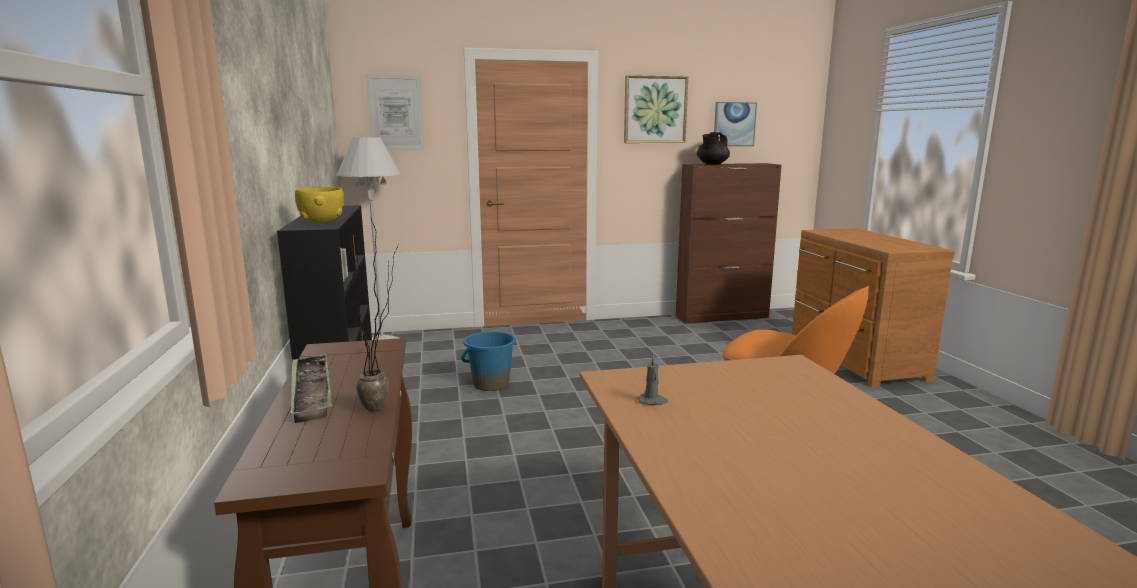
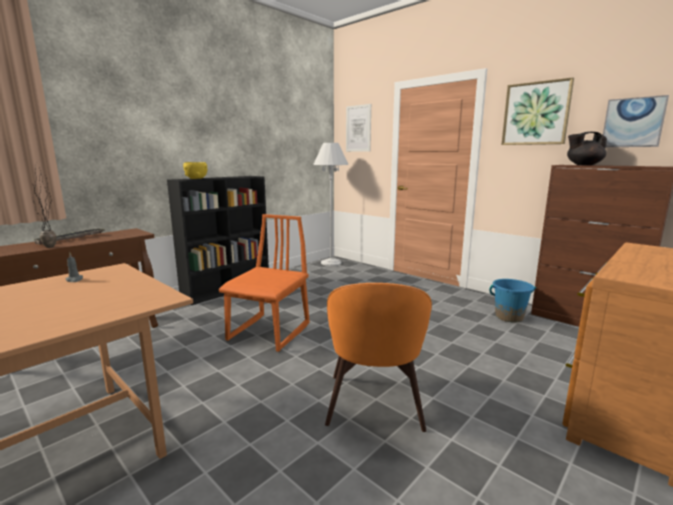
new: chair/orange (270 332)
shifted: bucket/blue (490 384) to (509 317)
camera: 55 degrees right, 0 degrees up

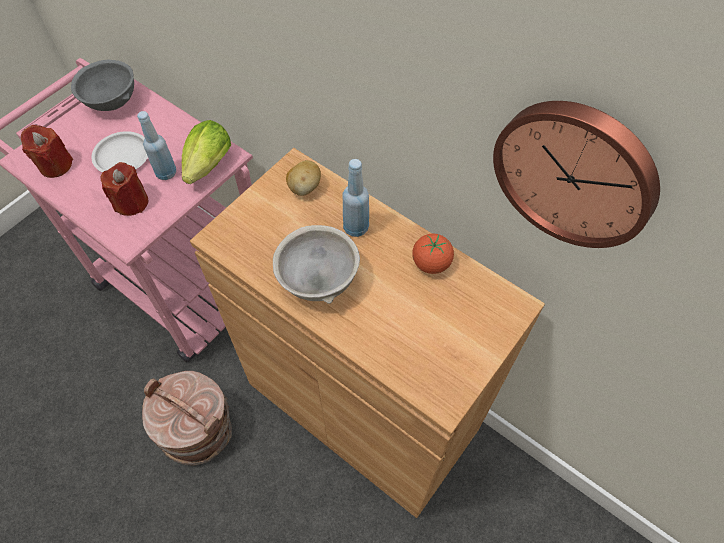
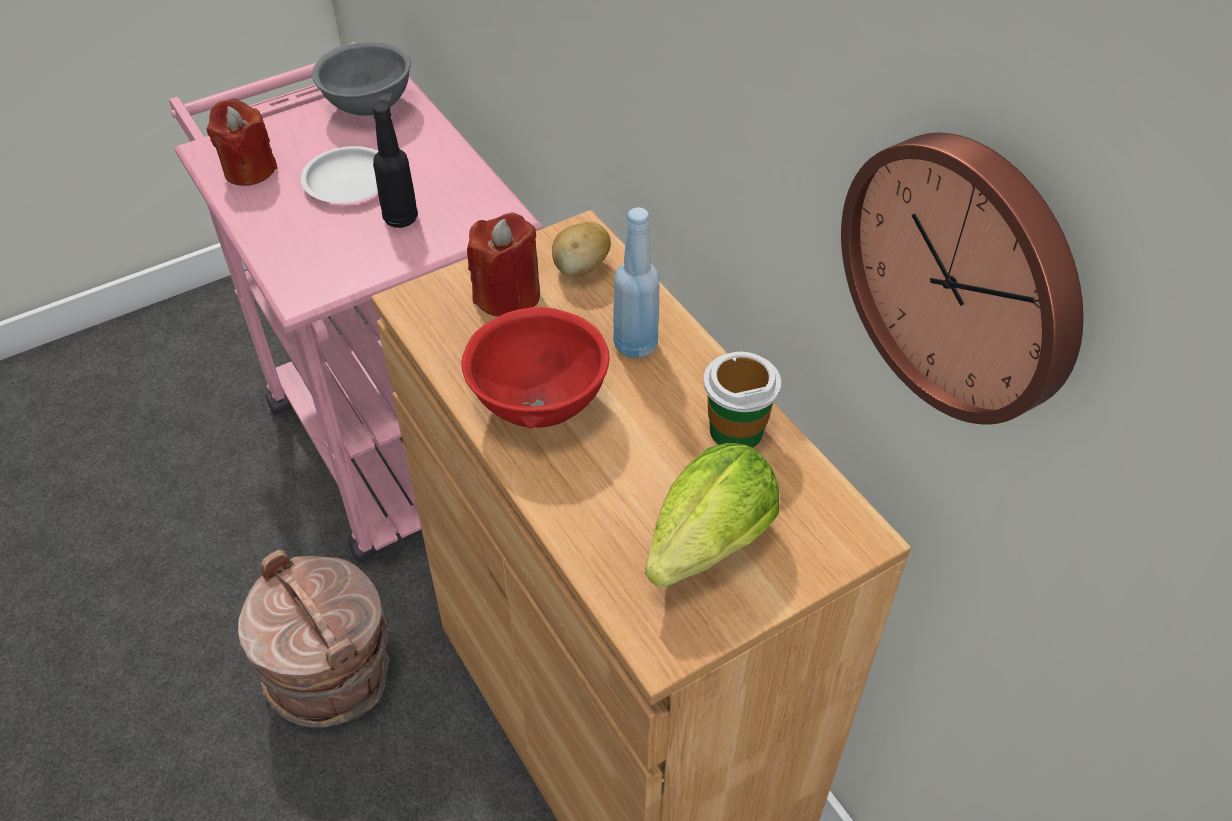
shifted: candle/red (131 202) to (508 296); lettuce (207 168) to (703 551)
swapped: tomato (431 263) to cup (736 430)
repainted: bottle/blue (166 173) to bottle/black (401 218); bowl/grey (317 281) to bowl/red (537 404)
camera: 20 degrees right, 10 degrees down

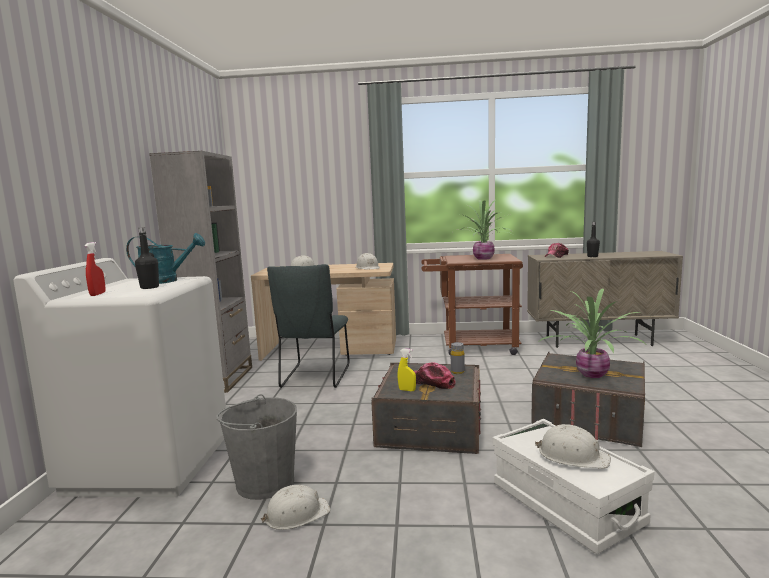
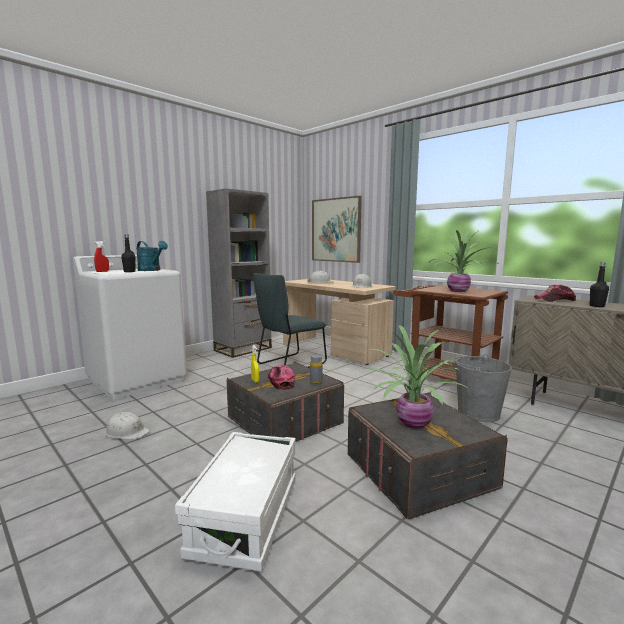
gone: hard hat/white (572 456)
new: picture (336 230)
shifted: bucket/grey (264 482) to (478 413)
camera: 40 degrees right, 0 degrees up

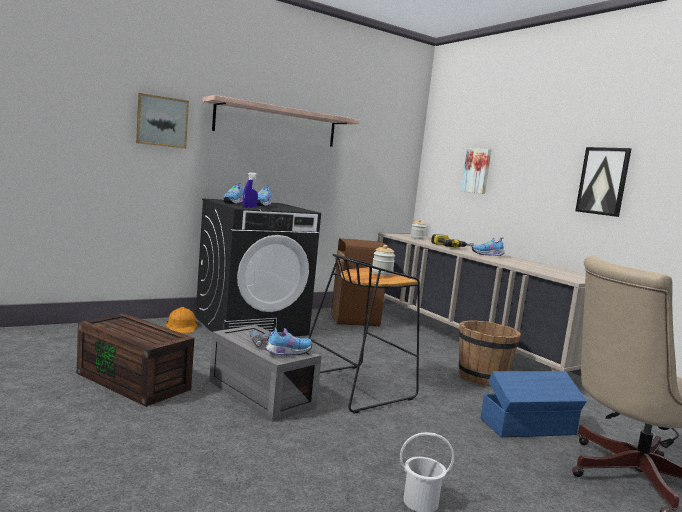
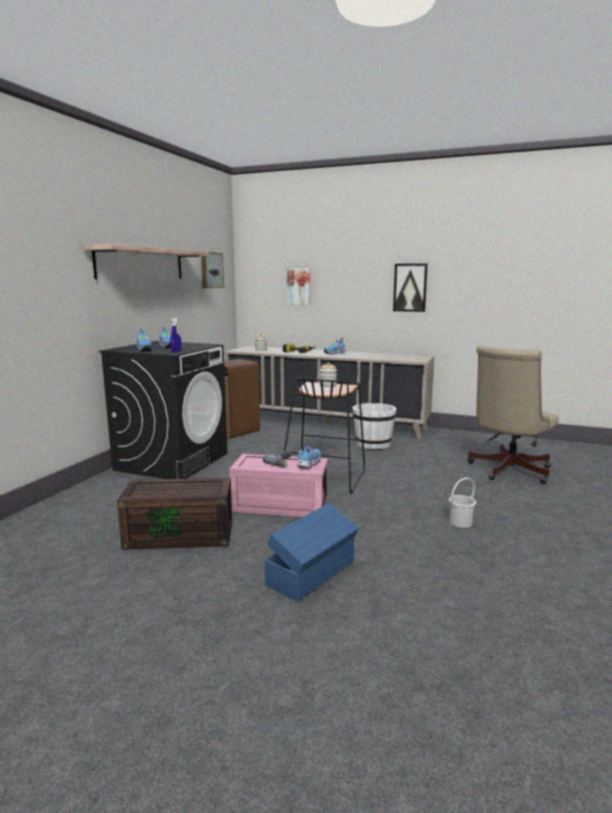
gone: hard hat/orange (182 326)
shifted: picture (162 121) to (211 270); storage box/blue (529 427) to (312 573)
repainted: storage box/grey (258 393) to storage box/pink (278 505); bucket/brown (482 378) to bucket/white (373 444)
camera: 35 degrees left, 5 degrees up

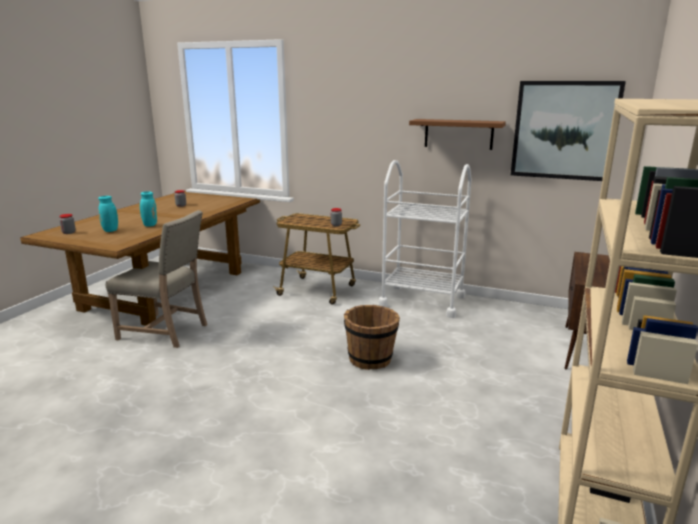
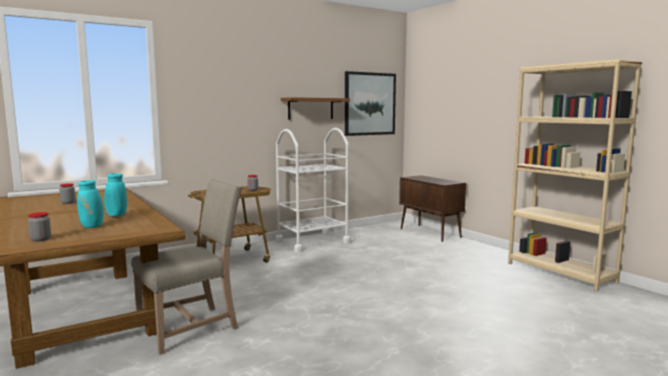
gone: bucket/brown (370 359)
camera: 55 degrees left, 10 degrees down

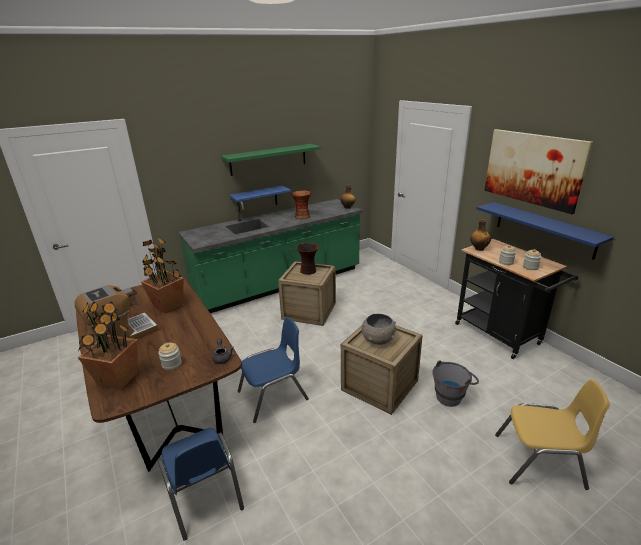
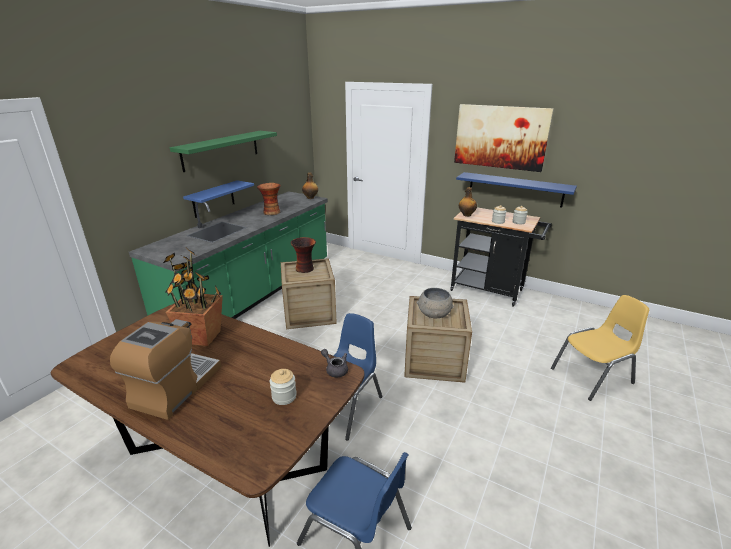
gone: potted plant (118 378); bucket/grey (451 395)
camera: 30 degrees left, 0 degrees up

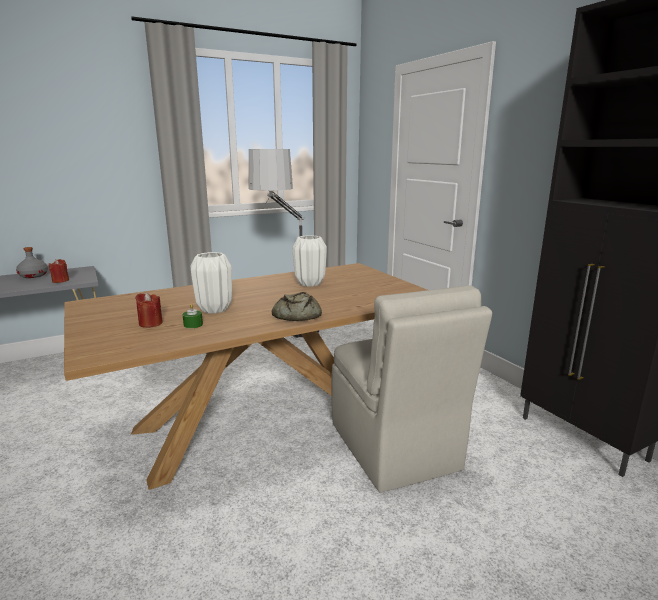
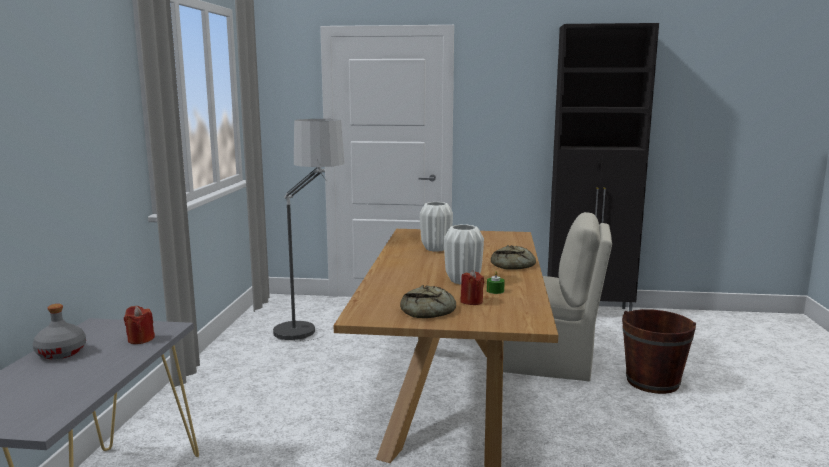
new: bread (429 311); bucket/brown (652 382)
camera: 55 degrees left, 5 degrees down

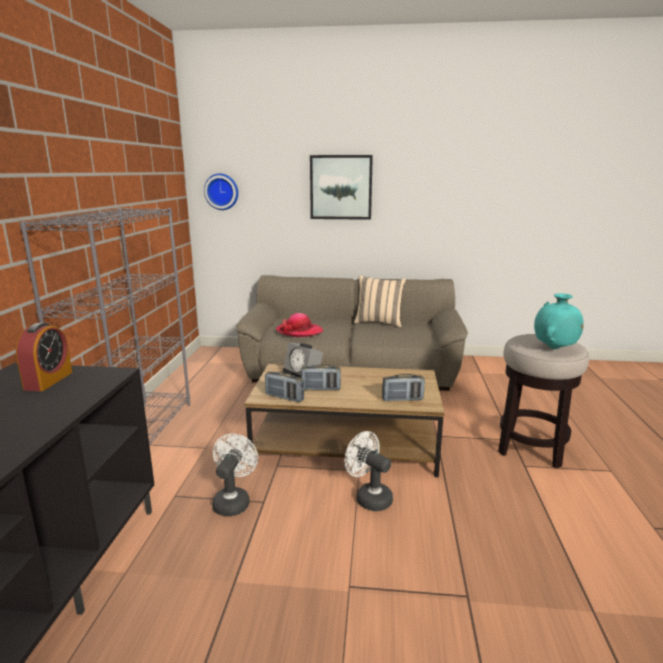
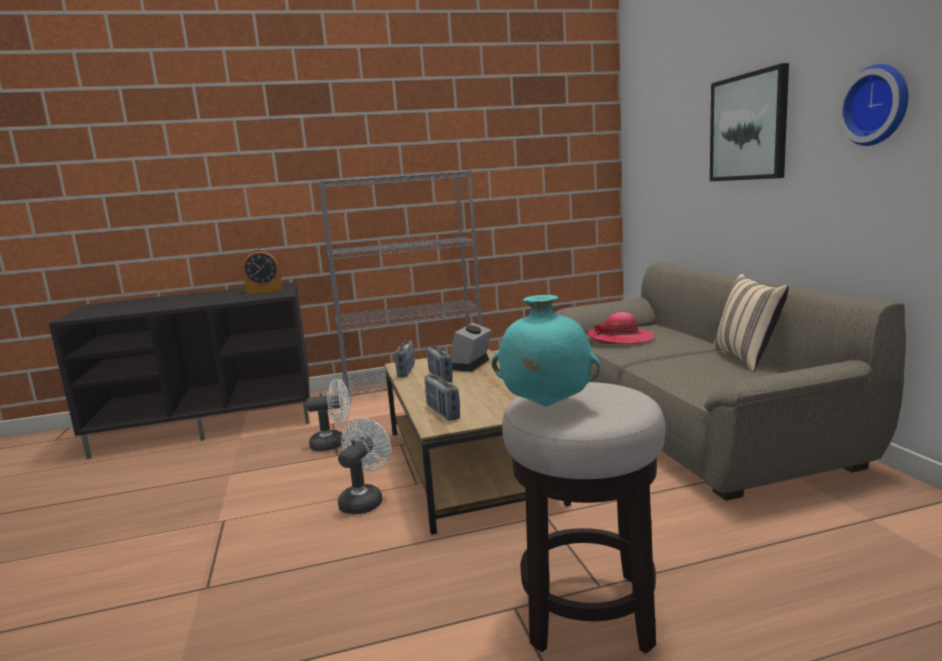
shifted: wall clock (222 191) to (877 105)
camera: 70 degrees right, 5 degrees down

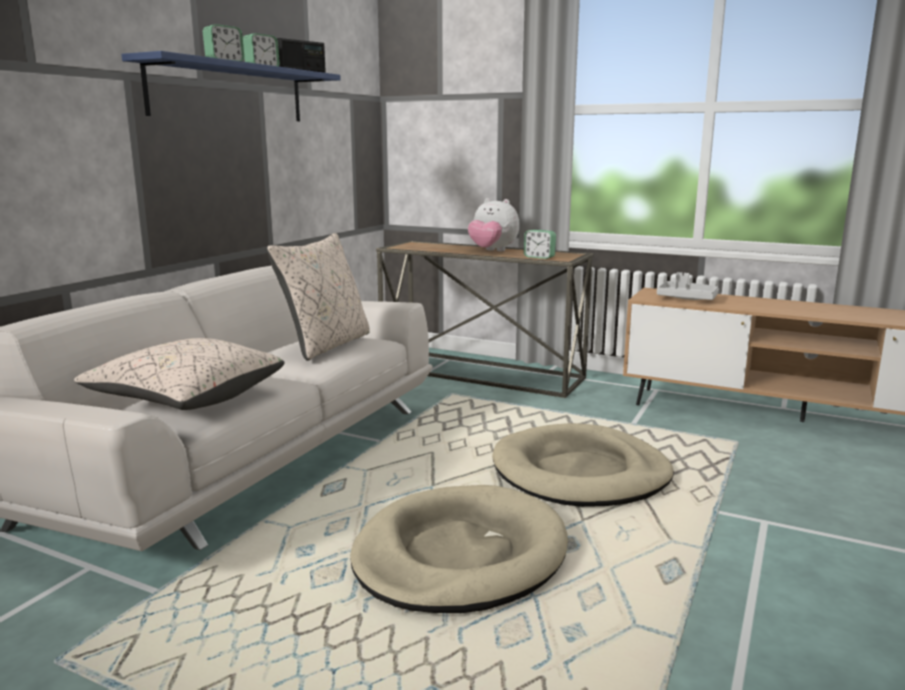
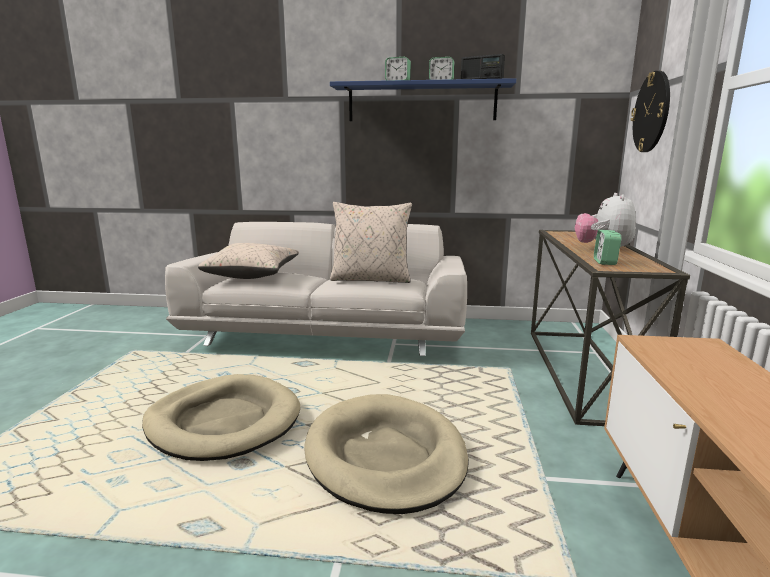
gone: tray/grey (687 298)
new: wall clock (651 112)
camera: 70 degrees right, 0 degrees up

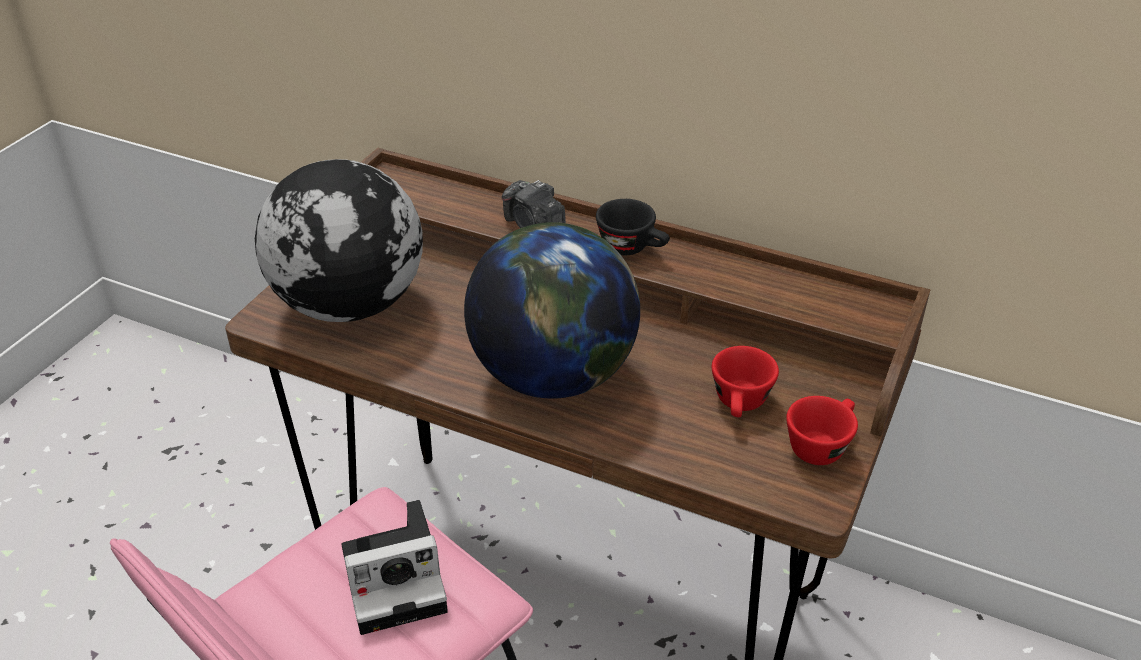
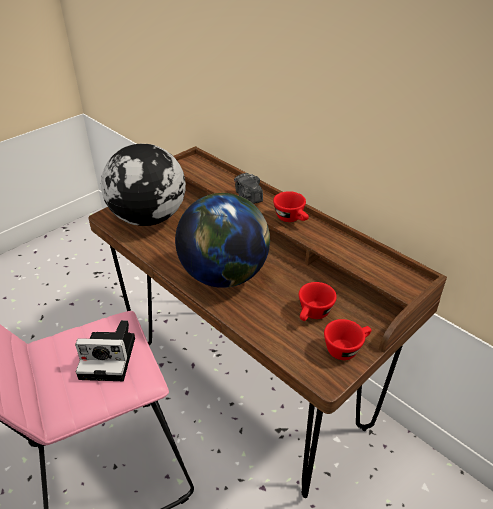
repainted: cup/black (633 248) to cup/red (292 219)
camera: 20 degrees right, 0 degrees up

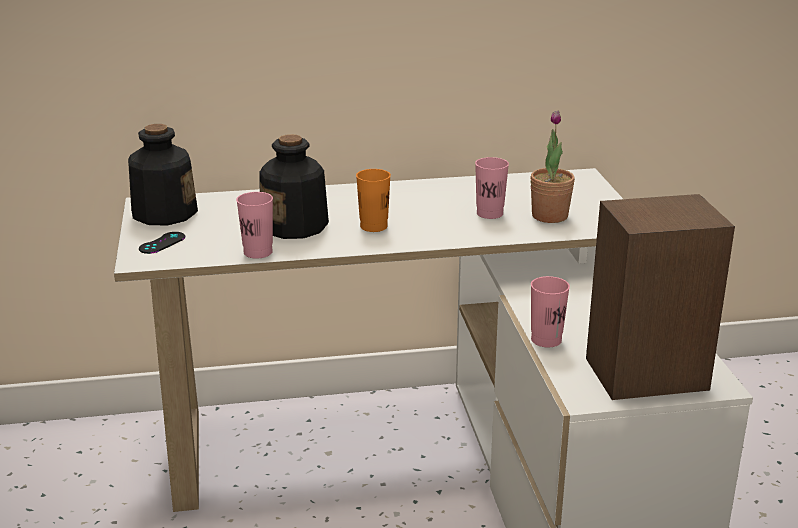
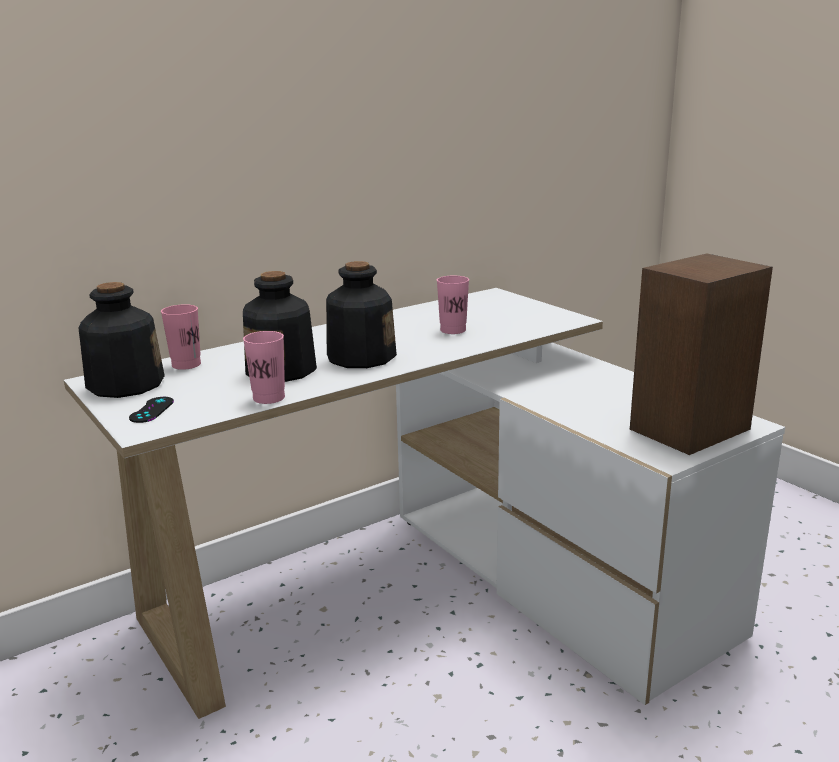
gone: potted plant (549 216)
shifted: cup/pink (546 340) to (186 365)
swapped: cup/orange (373 226) to bottle (360 357)
camera: 25 degrees left, 5 degrees down

